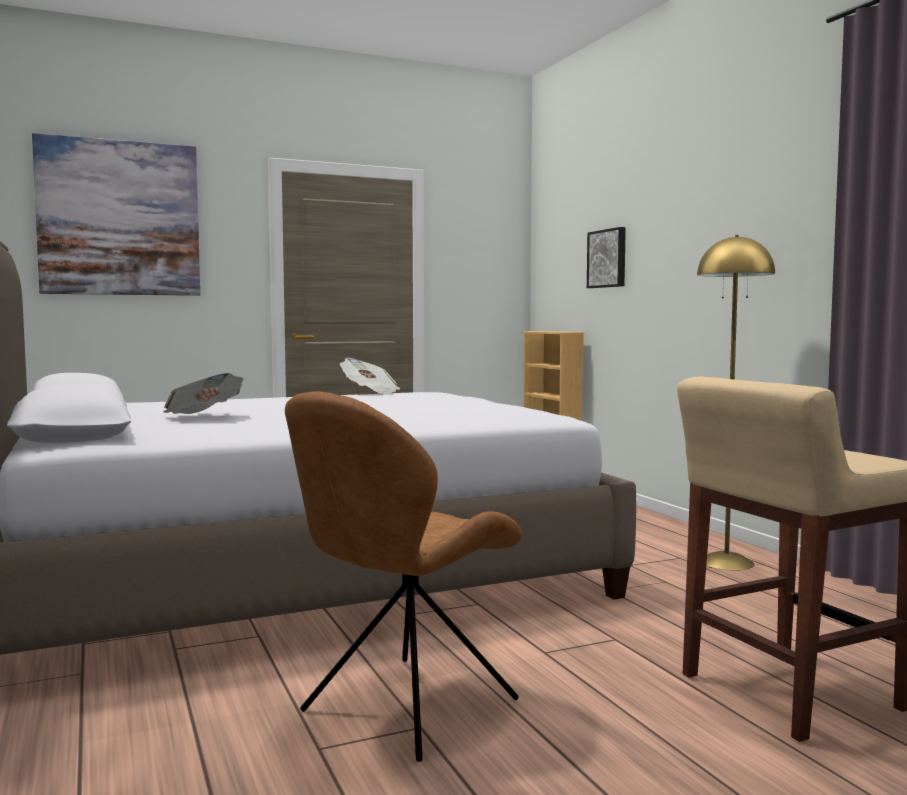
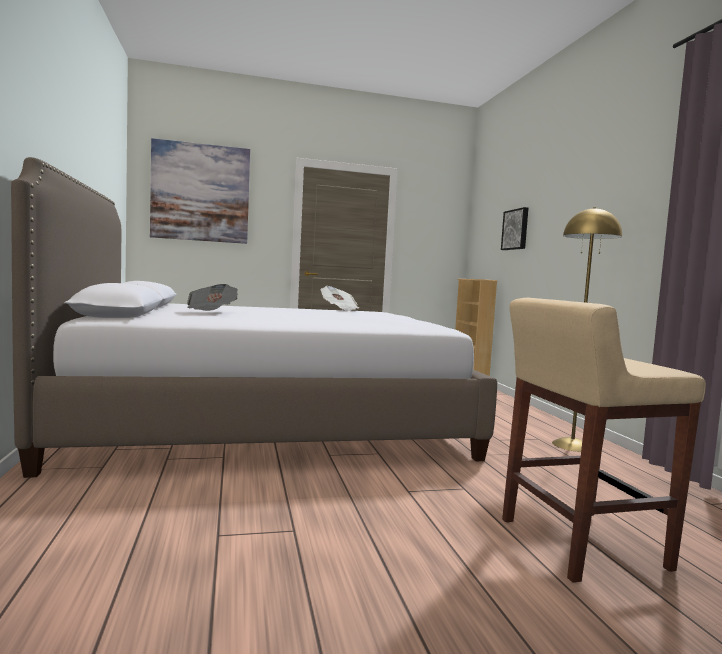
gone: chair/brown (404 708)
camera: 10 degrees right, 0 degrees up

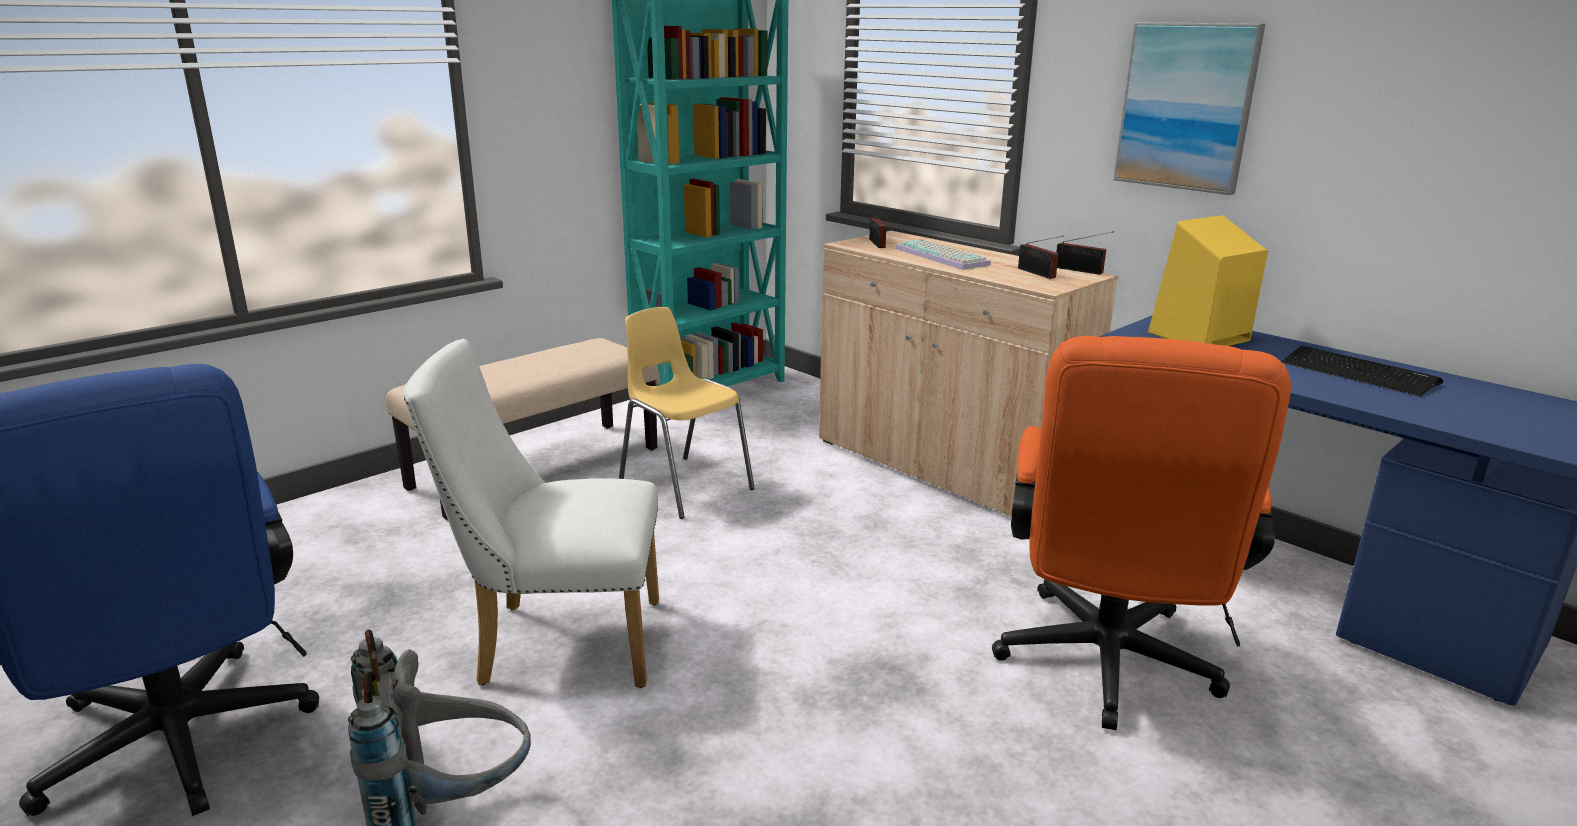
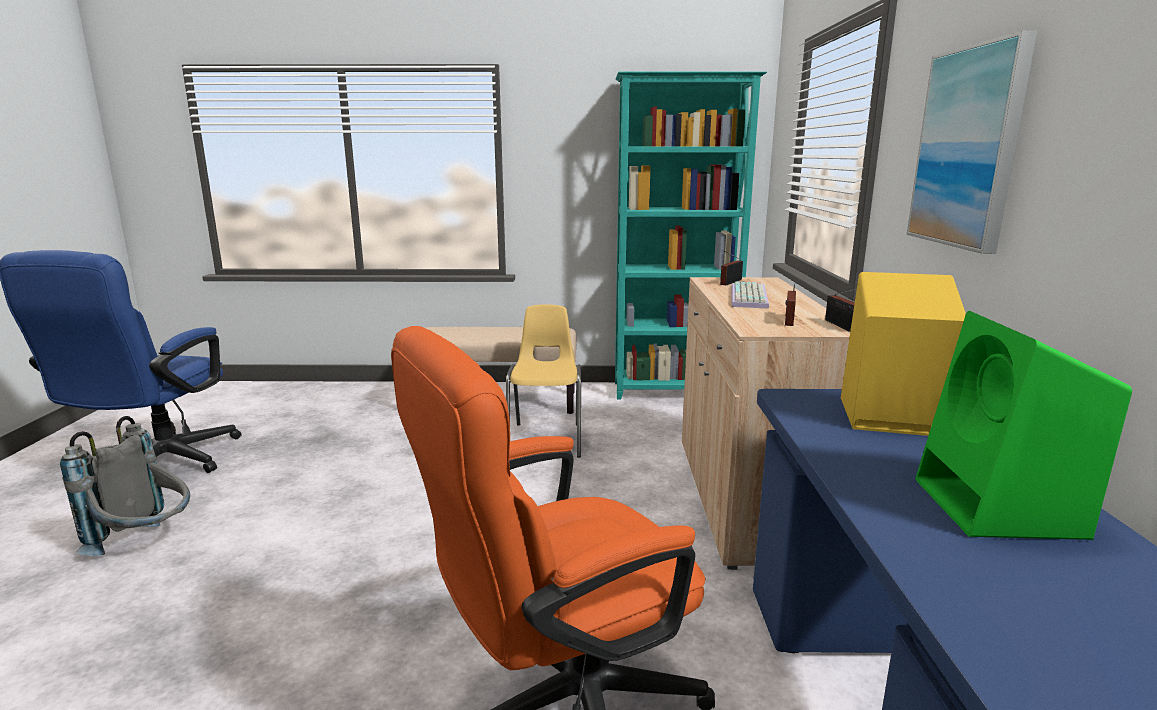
gone: chair/white (557 643)
swapped: keyboard (1358 373) to speaker/green (1000 509)
camera: 45 degrees right, 5 degrees down

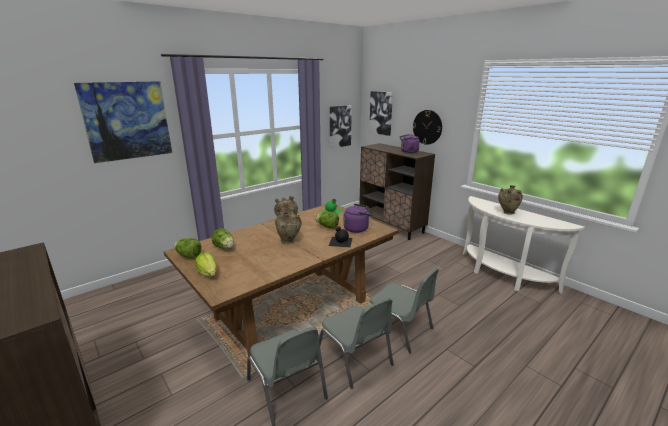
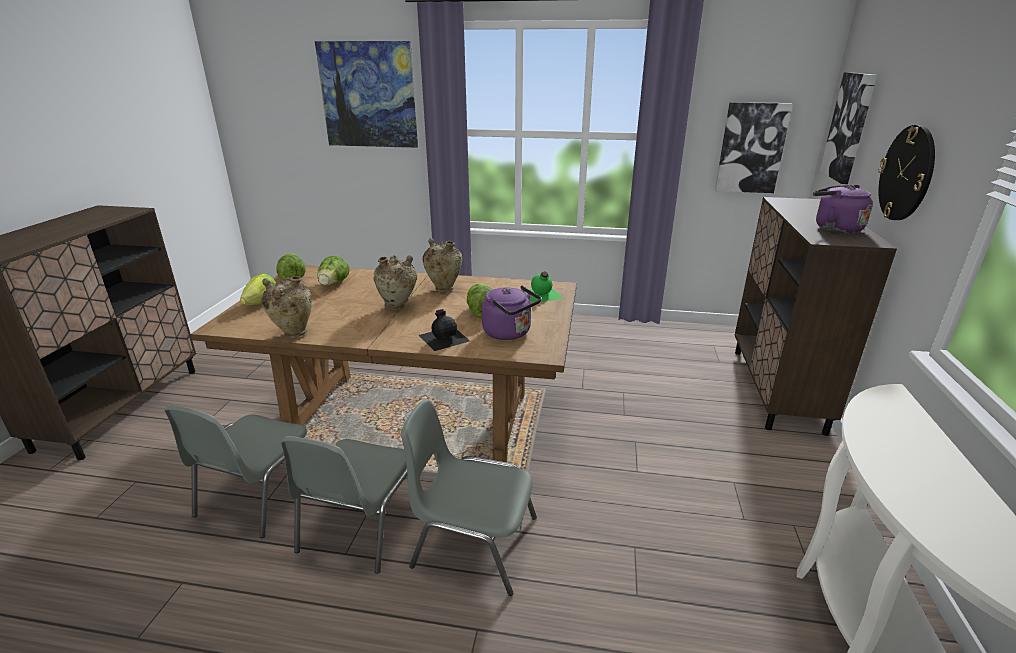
shifted: vase/beige (507 213) to (293 333)
rotated: chair/grey (399 329) = (473 542) 105 degrees clockwise
camera: 50 degrees right, 5 degrees up

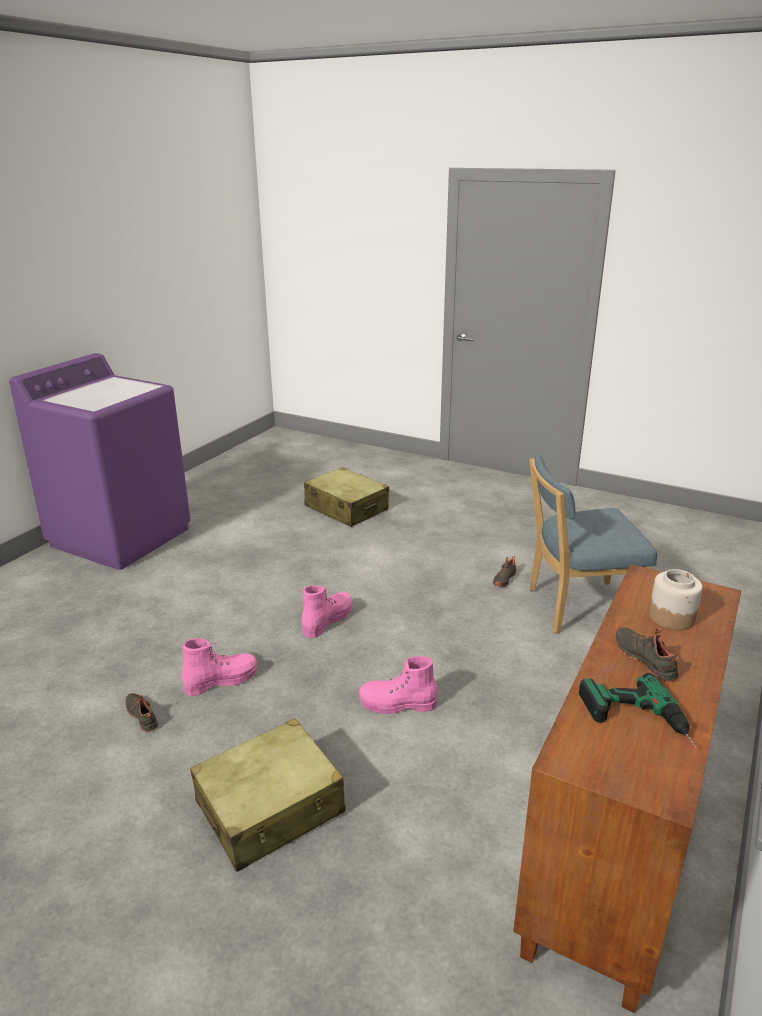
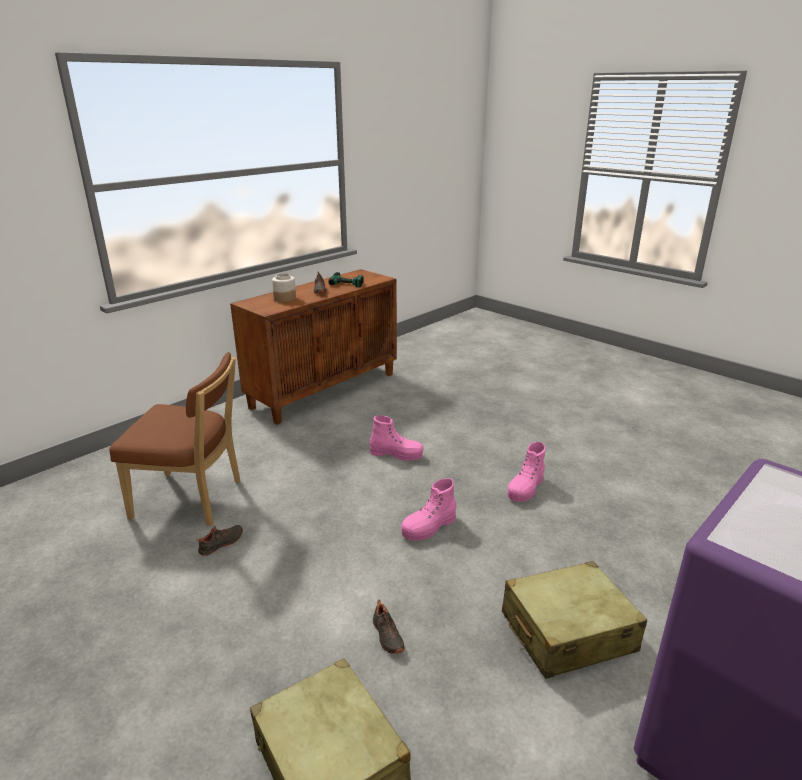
shifted: shoe/black (143 715) to (386 636); suitcase/beige (270 808) to (567 632)
repainted: chair/blue (576 607) to chair/brown (192 500)
rotated: boot/pink (221 680) = (525 488) 45 degrees counterclockwise
camera: 165 degrees left, 0 degrees up

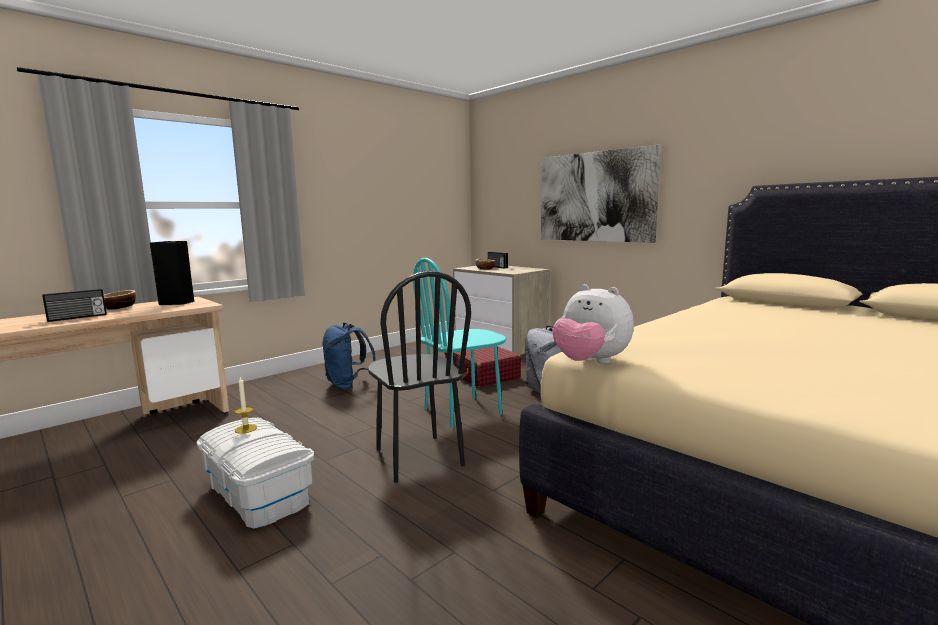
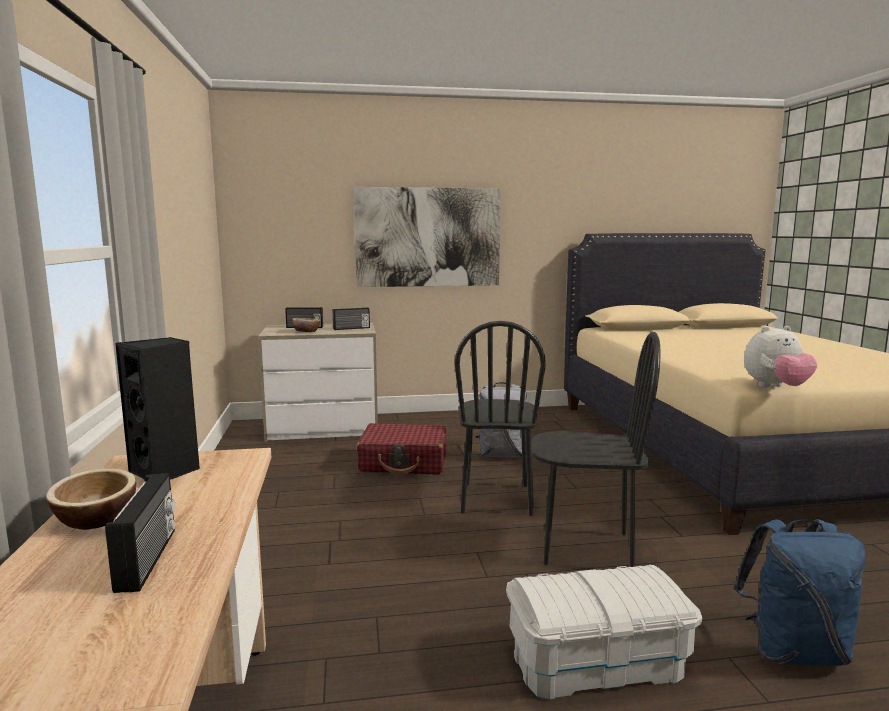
gone: candle (246 429)
new: radio (351 328)
shifted: backpack/blue (348 386) to (794 651)
repainted: chair/turquoise (463 411) to chair/black (496 499)
camera: 55 degrees left, 0 degrees up

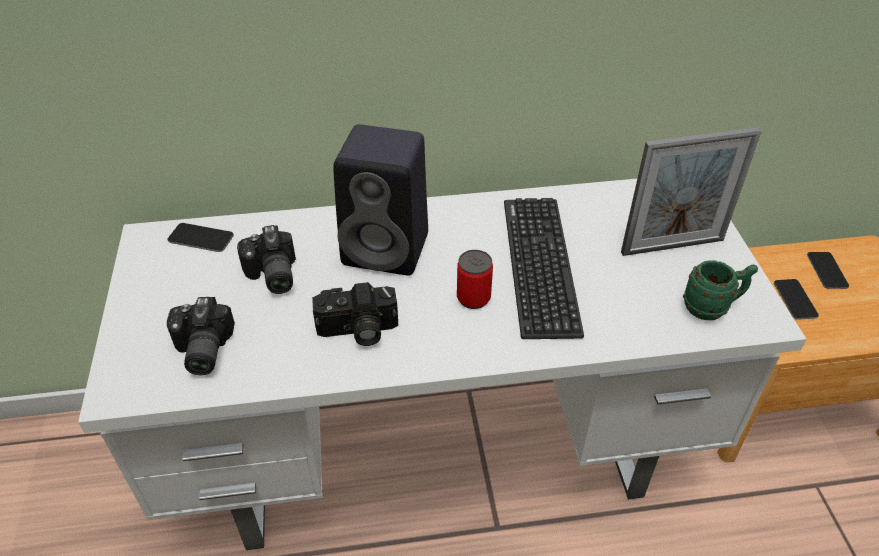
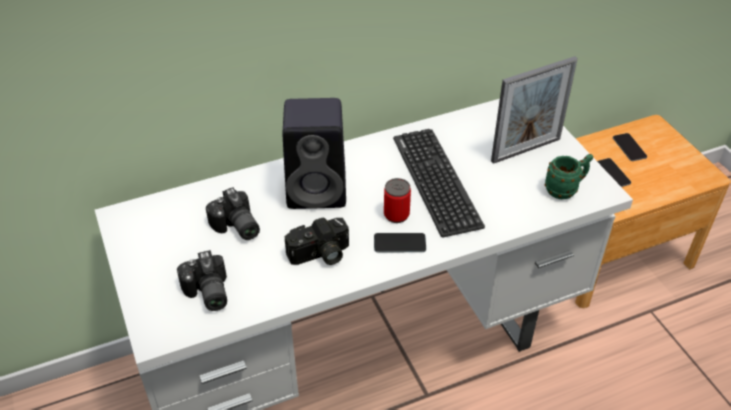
shifted: phone (201 238) to (399 243)
camera: 15 degrees left, 0 degrees up

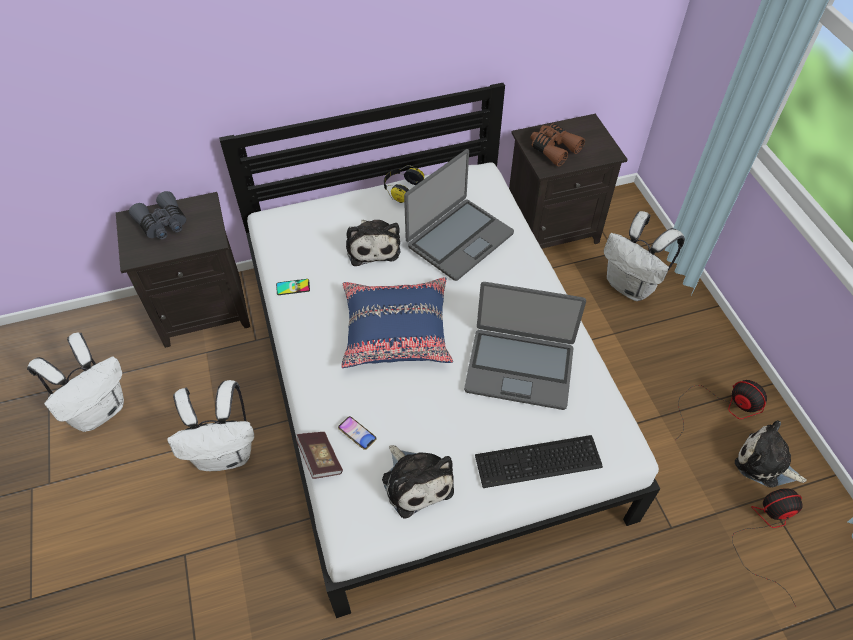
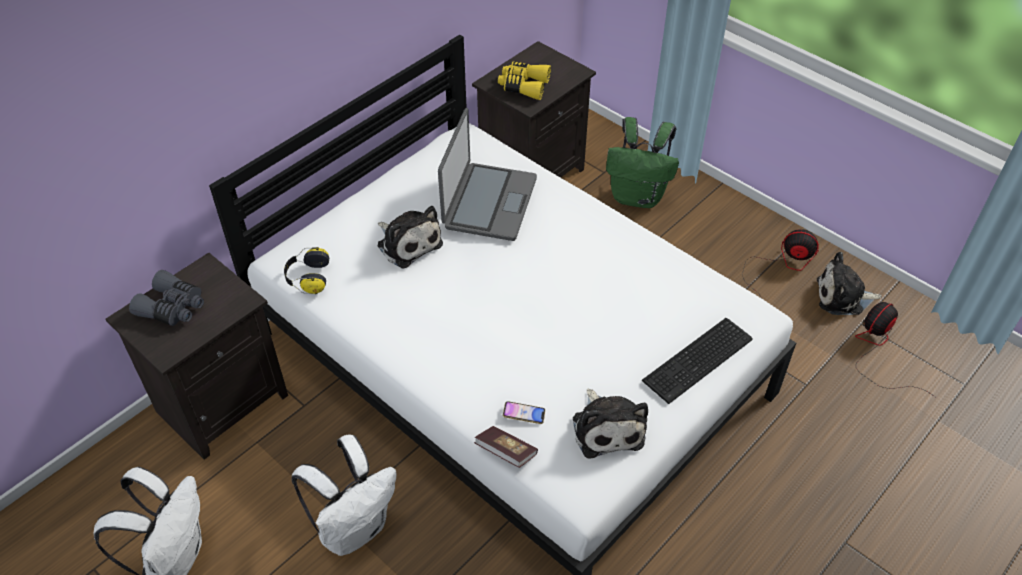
gone: phone (293 287); pillow/blue (396 330); laptop (519 368)
shifted: headphones (401 189) to (307 278)
repainted: binoculars/brown (553 148) to binoculars/yellow (523 86); backpack/white (631 286) to backpack/green (638 196)
rotated: plush toy (416 481) = (607 428) 45 degrees clockwise
camera: 30 degrees left, 5 degrees down

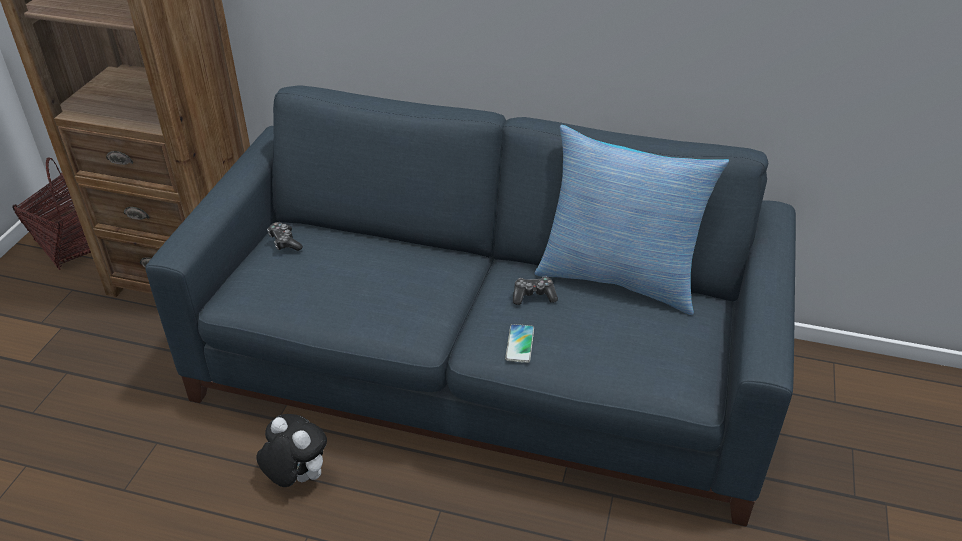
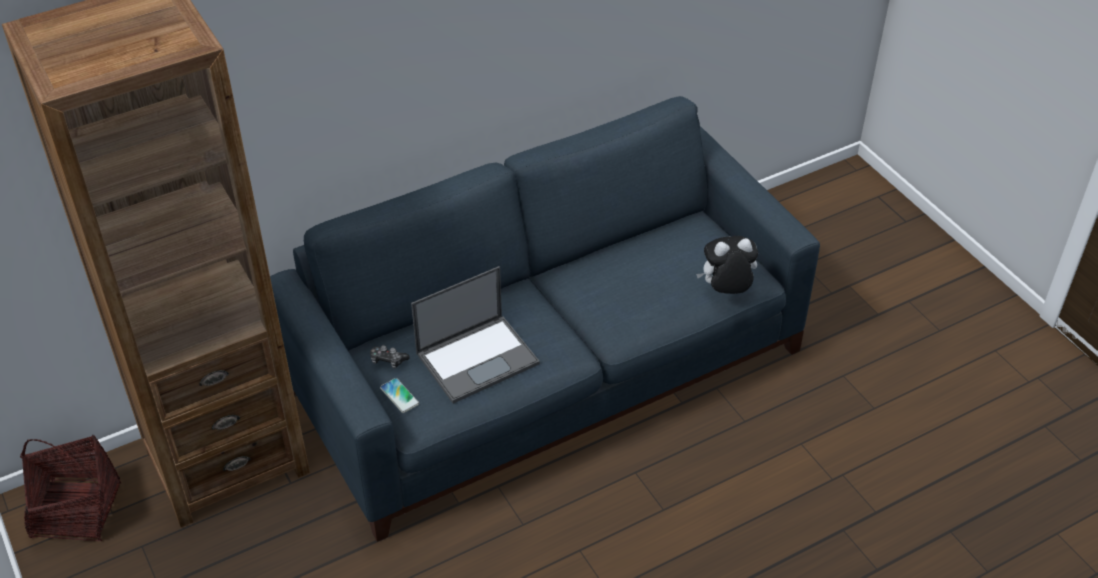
gone: game controller (533 296); pillow (619 277)
new: laptop (478 357)
shifted: phone (520 344) to (399 396); plush toy (296 477) to (726 291)
camera: 45 degrees left, 5 degrees up

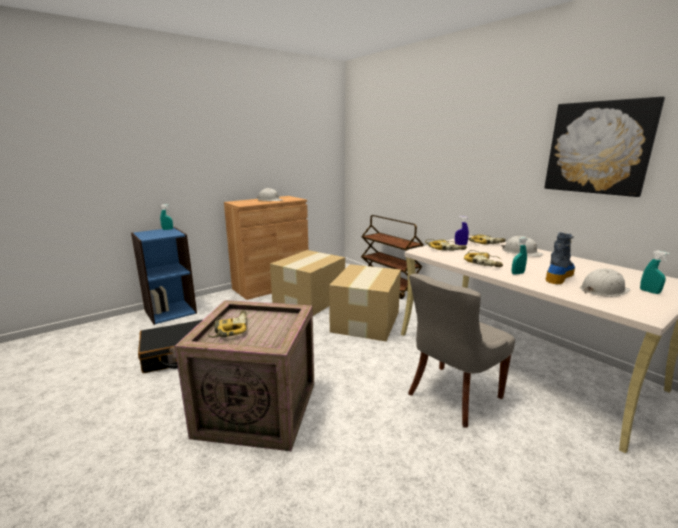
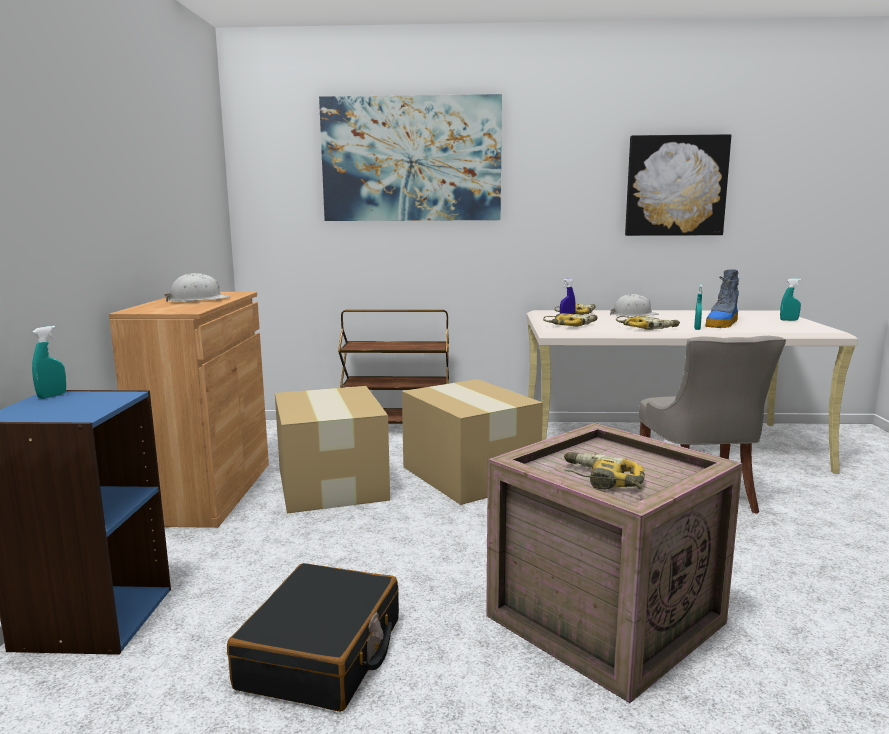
gone: hard hat/white (603 290)
new: picture (411 159)
rotated: boot (559 276) = (722 324) 135 degrees counterclockwise
camera: 50 degrees left, 5 degrees down

